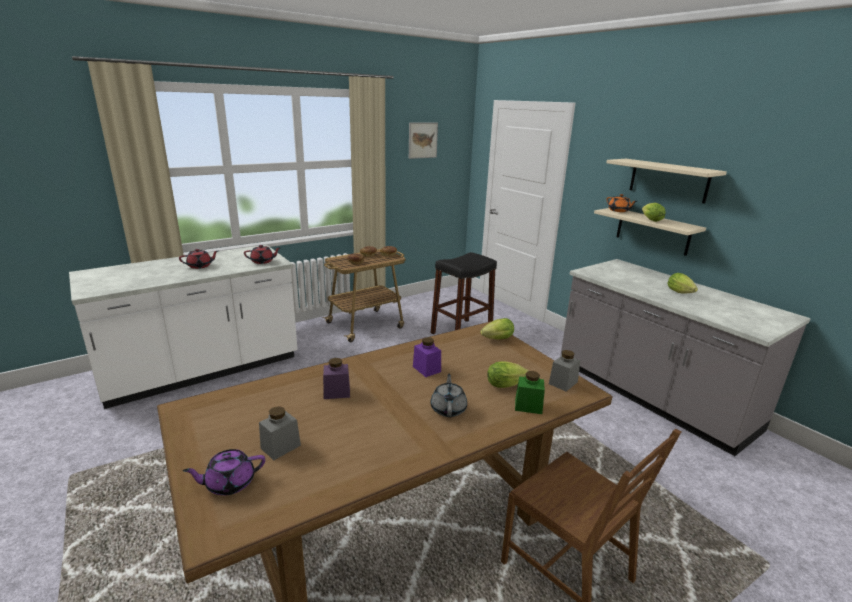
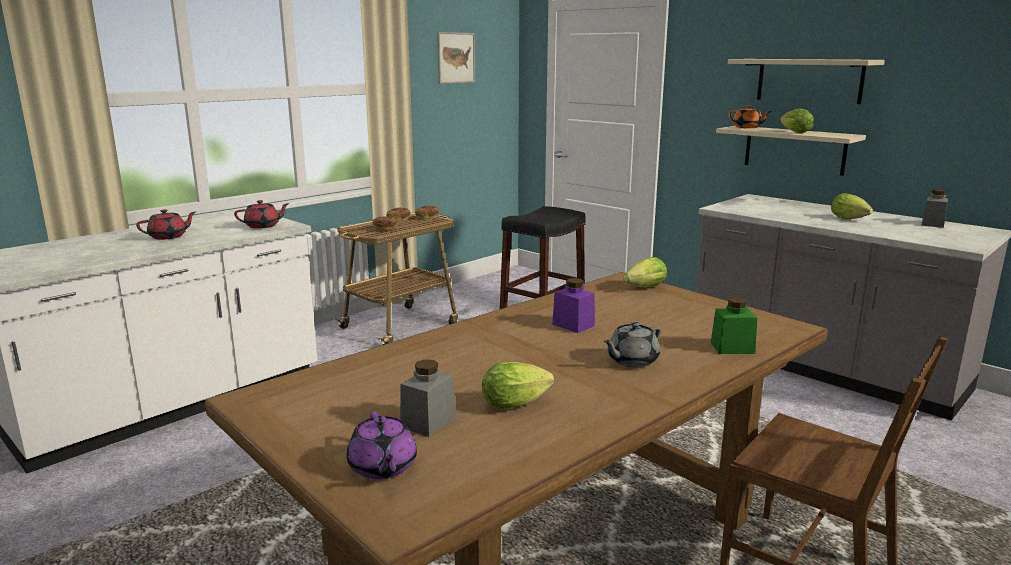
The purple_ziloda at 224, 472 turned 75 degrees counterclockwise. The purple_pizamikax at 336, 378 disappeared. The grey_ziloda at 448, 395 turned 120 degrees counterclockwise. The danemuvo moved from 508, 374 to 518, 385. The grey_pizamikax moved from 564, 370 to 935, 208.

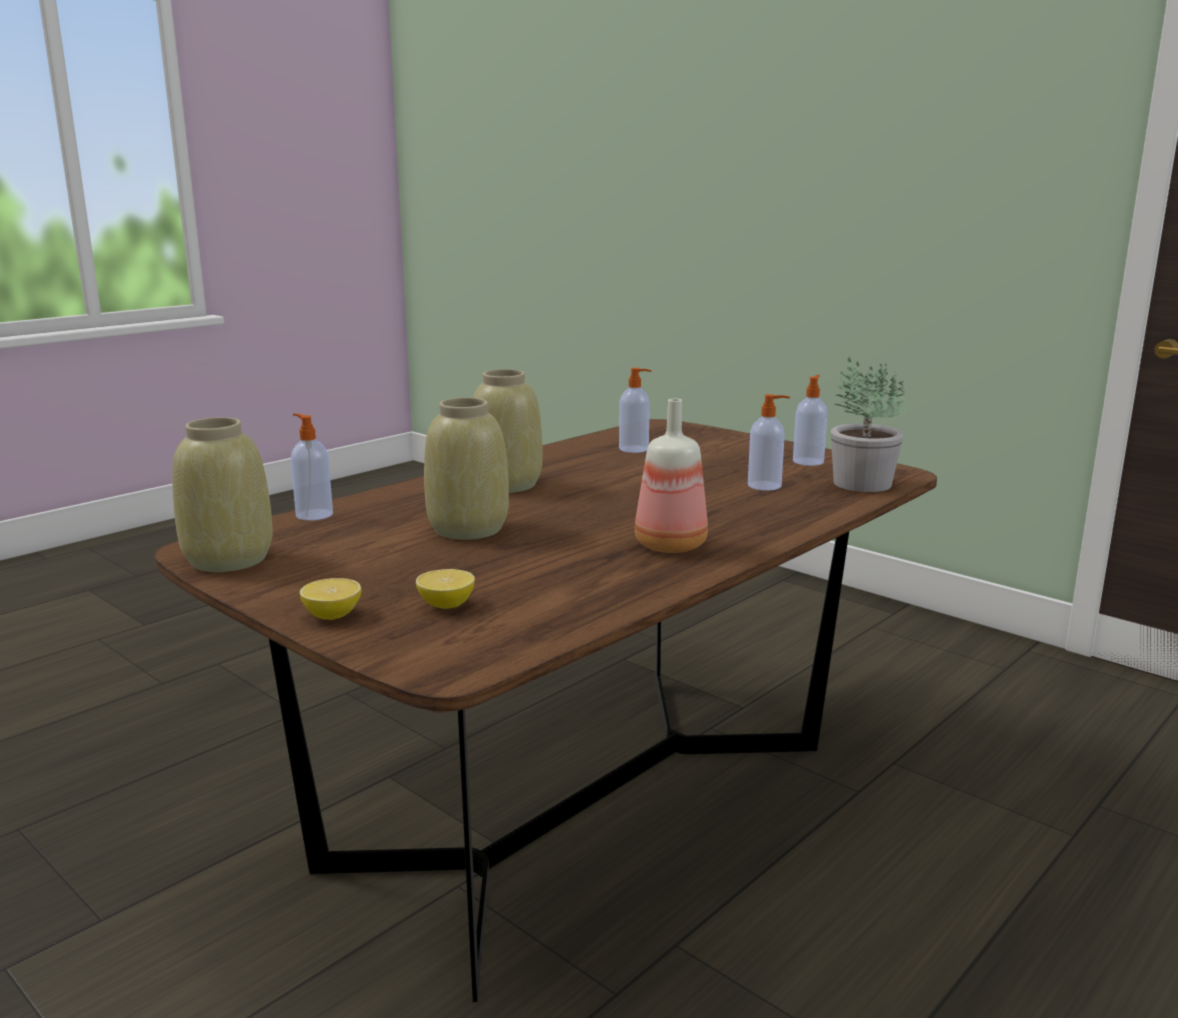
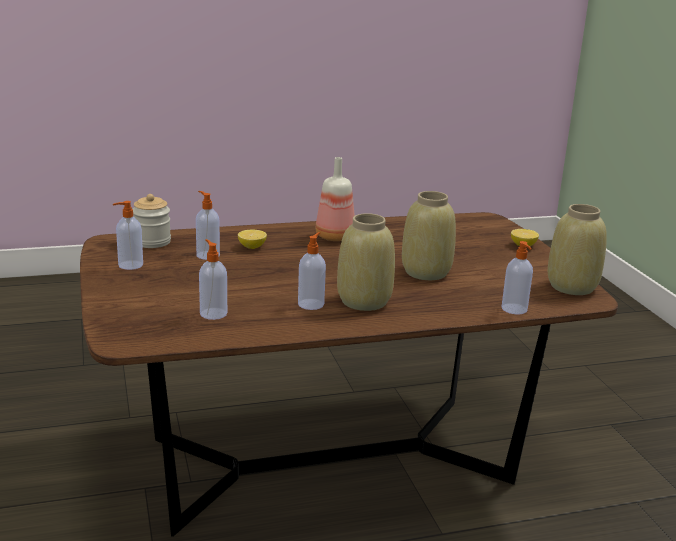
The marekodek moved from 445, 589 to 252, 239. The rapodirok at 868, 424 was replaced by the pizamikax at 152, 221. The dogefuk at 312, 271 appeared.

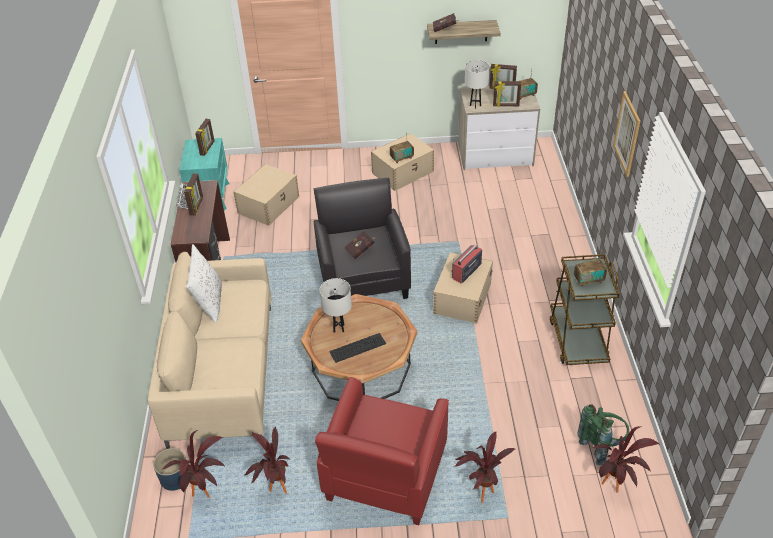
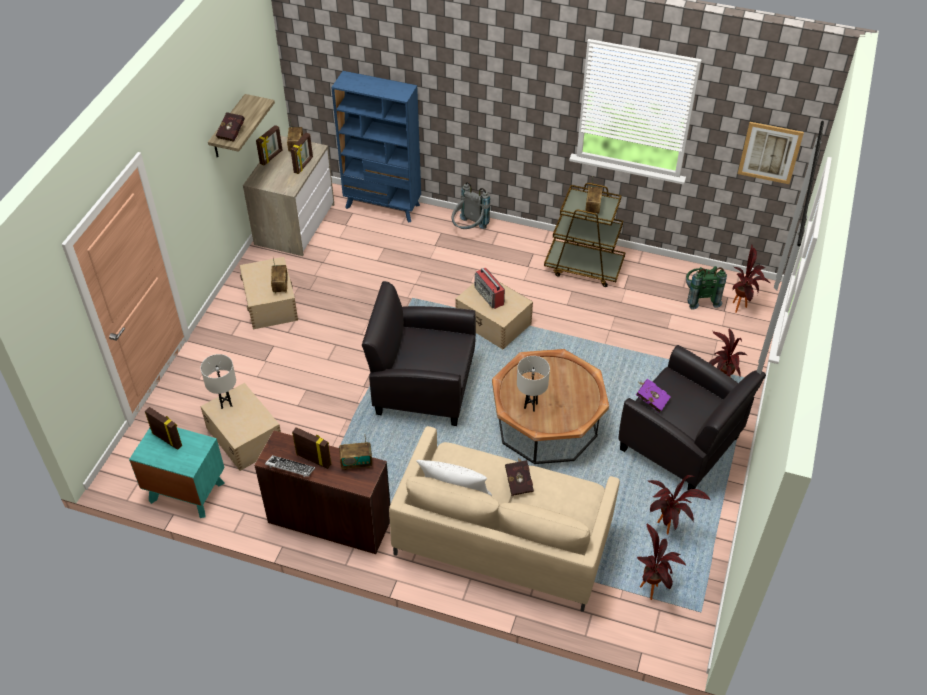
The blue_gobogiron at 169, 469 disappeared. The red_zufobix at 382, 451 became the black_zufobix at 692, 418. The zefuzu at 357, 348 disappeared. The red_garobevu moved from 360, 245 to 519, 476. The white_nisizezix moved from 477, 84 to 218, 381. The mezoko moved from 626, 134 to 771, 153. The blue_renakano at 376, 147 appeared. The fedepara at 355, 452 appeared. The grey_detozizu at 470, 205 appeared. The purple_garobevu at 653, 395 appeared.

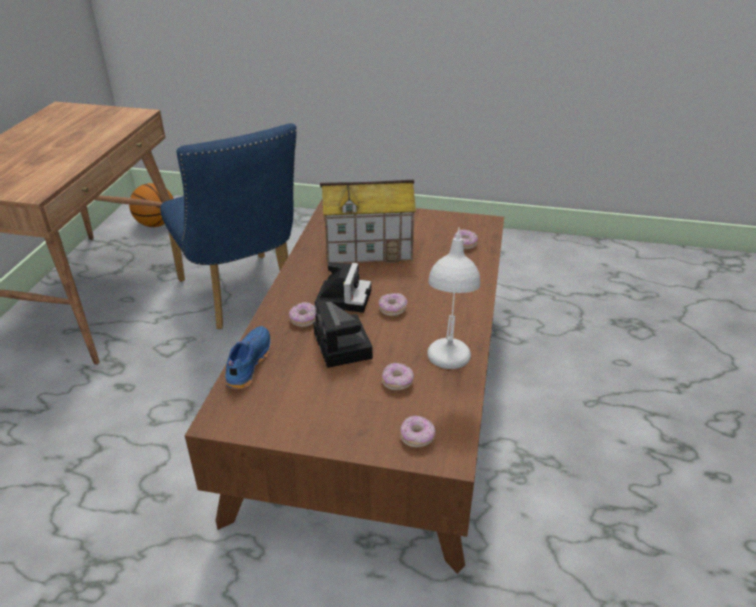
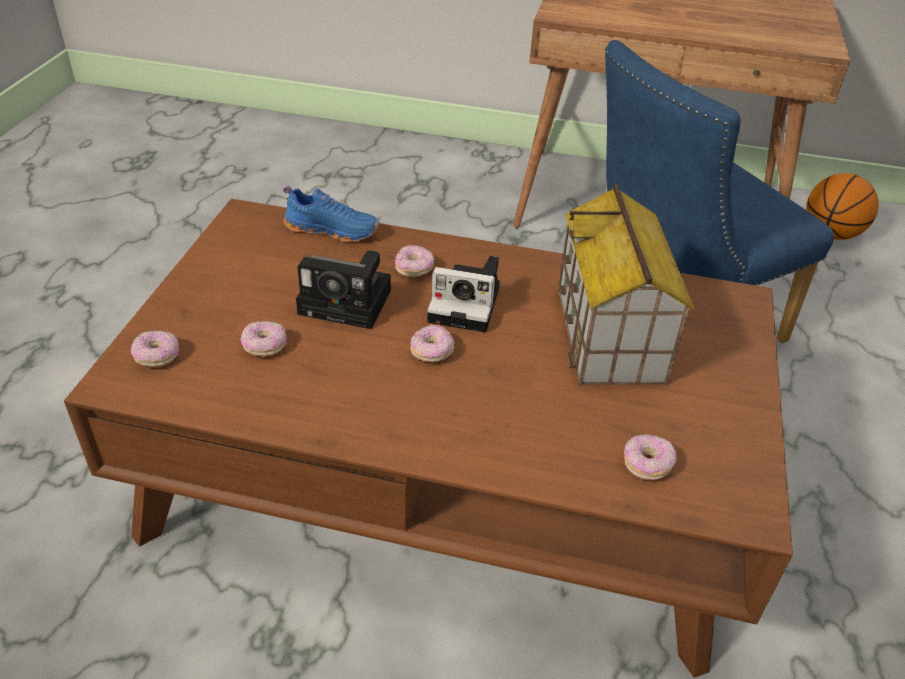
The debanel at 343, 334 turned 150 degrees counterclockwise. The white_nisizezix at 453, 298 disappeared.

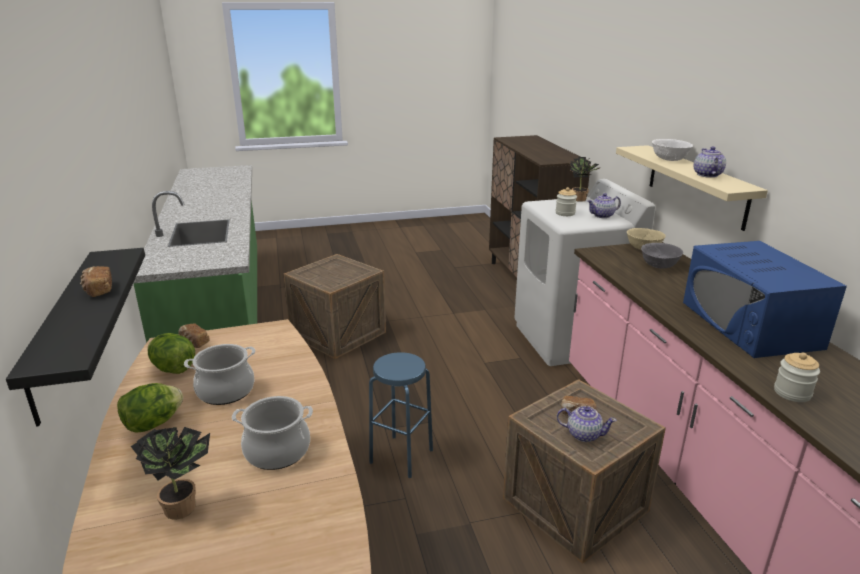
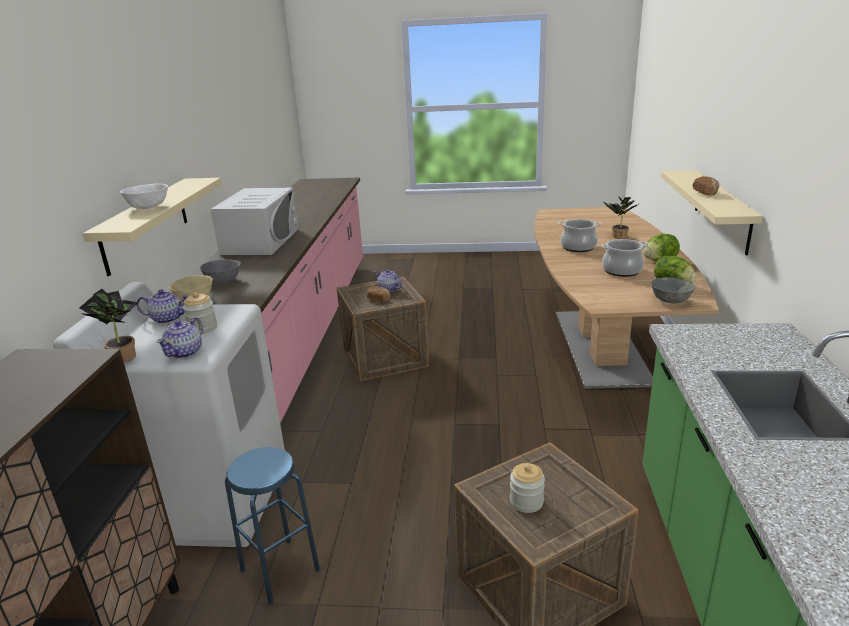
The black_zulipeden at 75, 337 became the beige_zulipeden at 712, 212. The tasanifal at 194, 335 was replaced by the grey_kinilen at 673, 290. The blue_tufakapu moved from 401, 415 to 272, 525. The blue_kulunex at 765, 299 became the white_kulunex at 255, 221. The ziloda moved from 710, 162 to 179, 338. The pizamikax moved from 797, 377 to 527, 488.

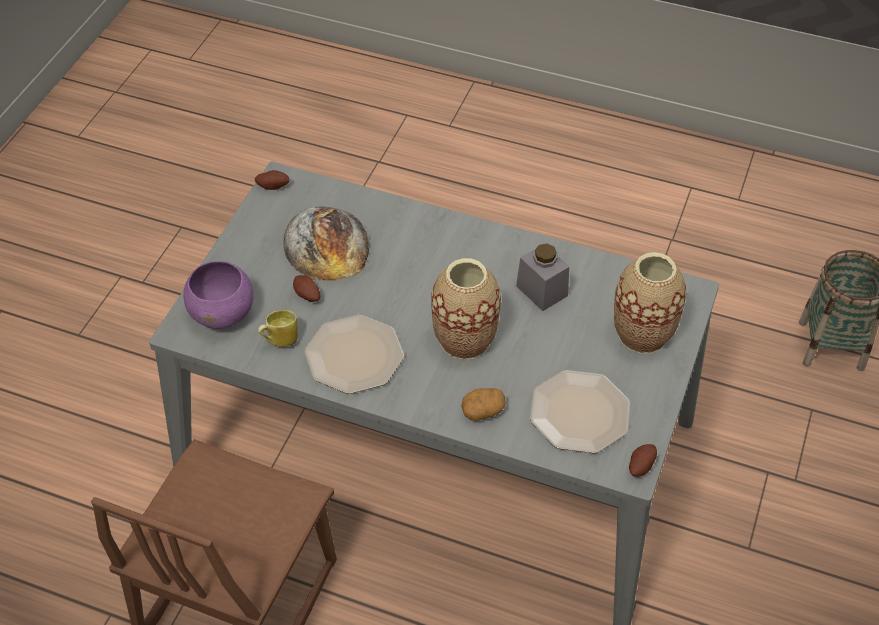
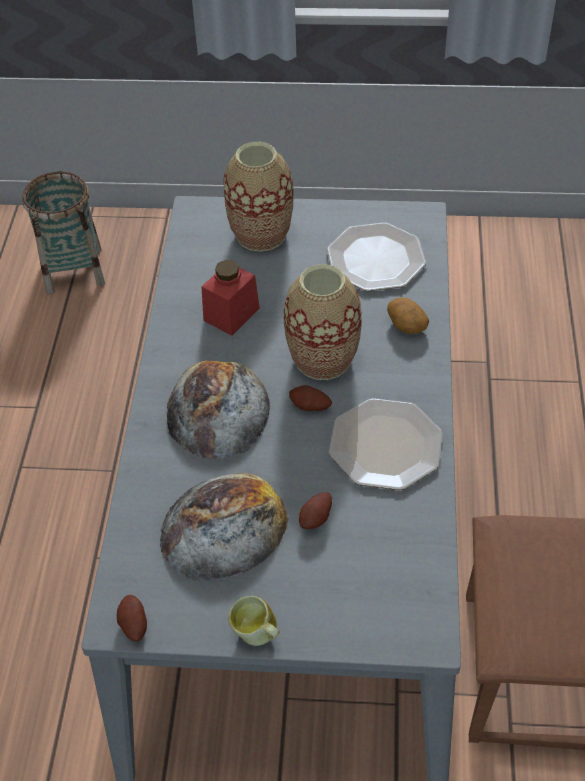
The purple_kinilen at 218, 295 disappeared. The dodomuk moved from 278, 328 to 254, 621. The grey_pizamikax at 542, 277 became the red_pizamikax at 230, 298. The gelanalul moved from 643, 460 to 310, 398. The tasanifal at 218, 410 appeared.

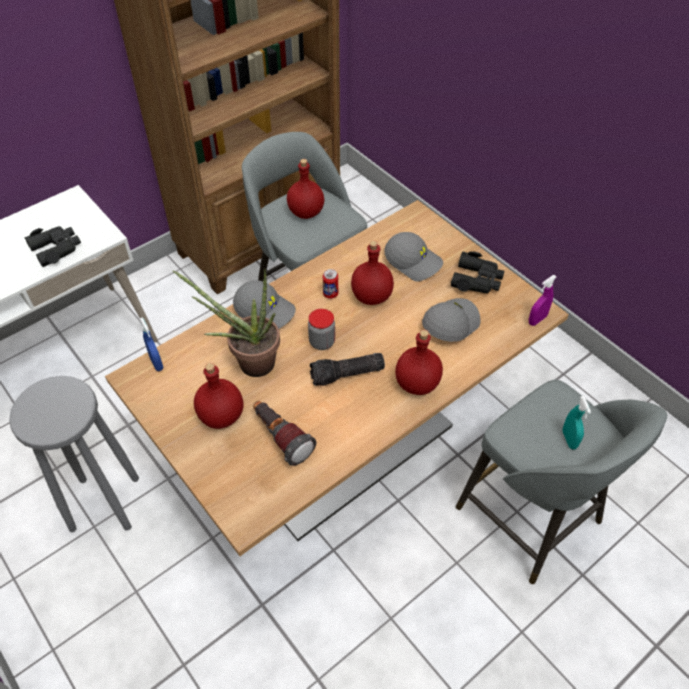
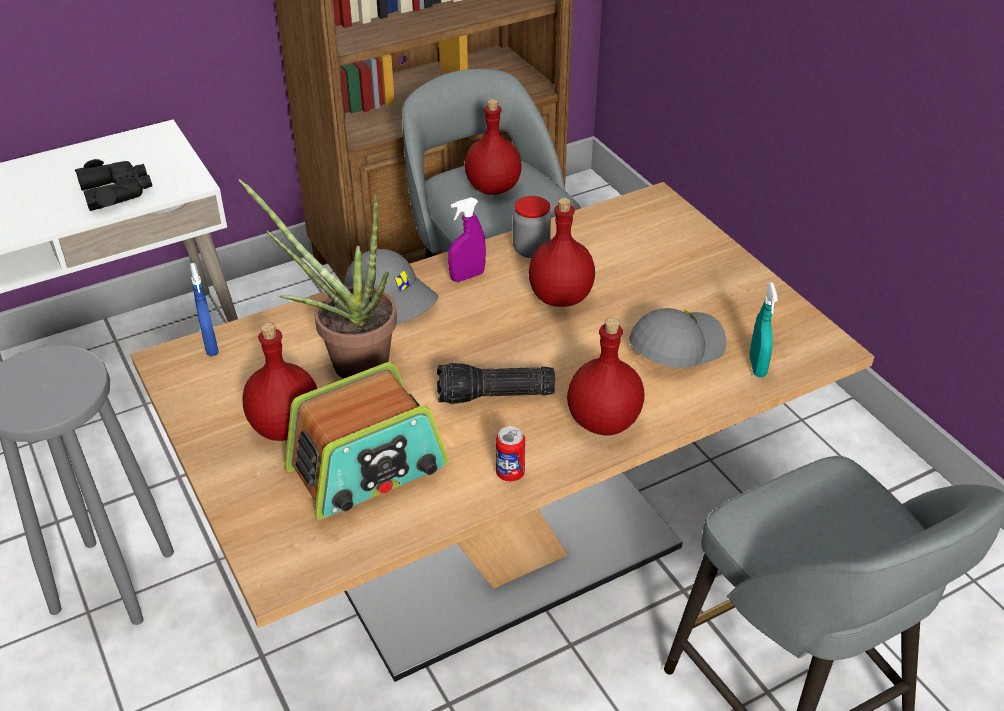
The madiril at 285, 433 was replaced by the fedepara at 367, 441. The pizamikax moved from 321, 329 to 532, 227. The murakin moved from 330, 284 to 510, 454. The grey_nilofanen at 413, 257 disappeared. The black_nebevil at 478, 272 disappeared. The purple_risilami moved from 542, 300 to 467, 239. The turquoise_risilami moved from 576, 423 to 763, 330.

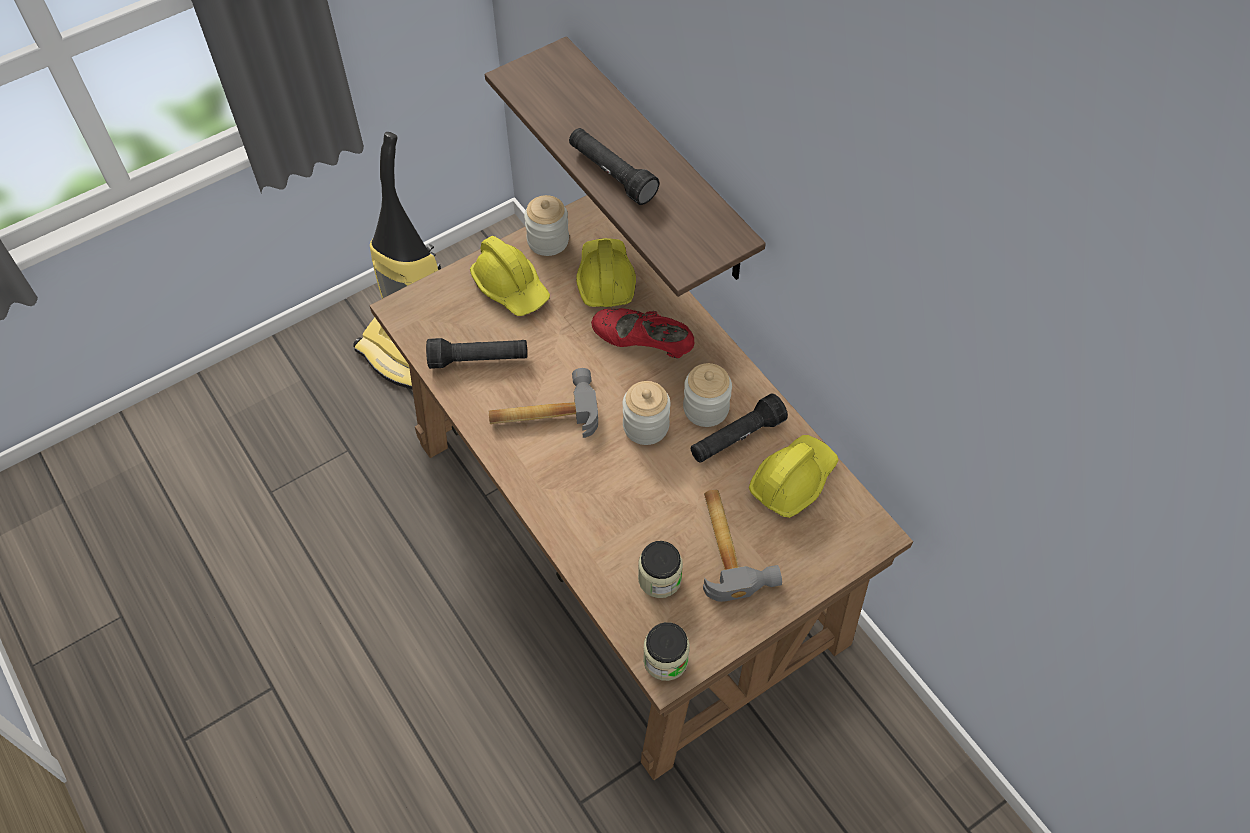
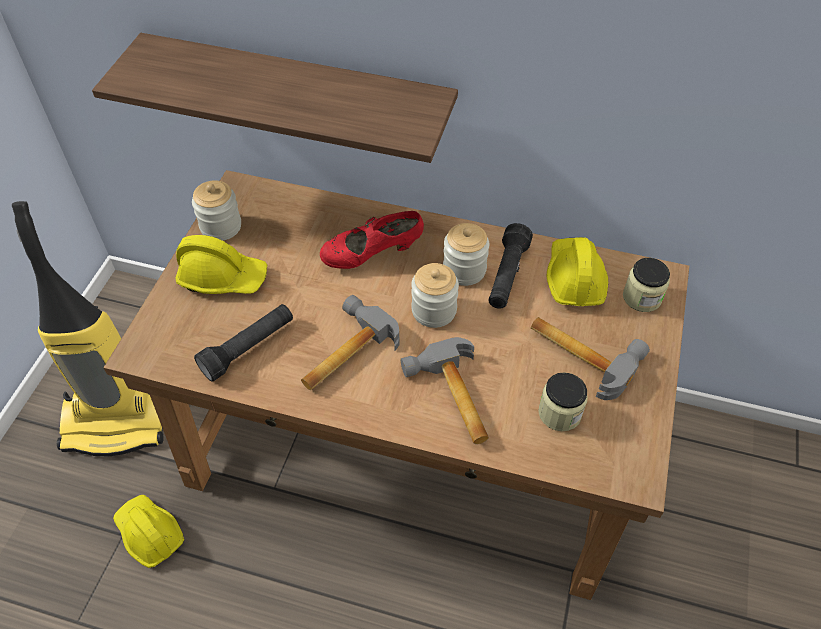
The black_madiril at 614, 166 disappeared. The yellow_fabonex moved from 606, 272 to 148, 531. The pizamikax moved from 666, 651 to 646, 285. The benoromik at 444, 390 appeared.

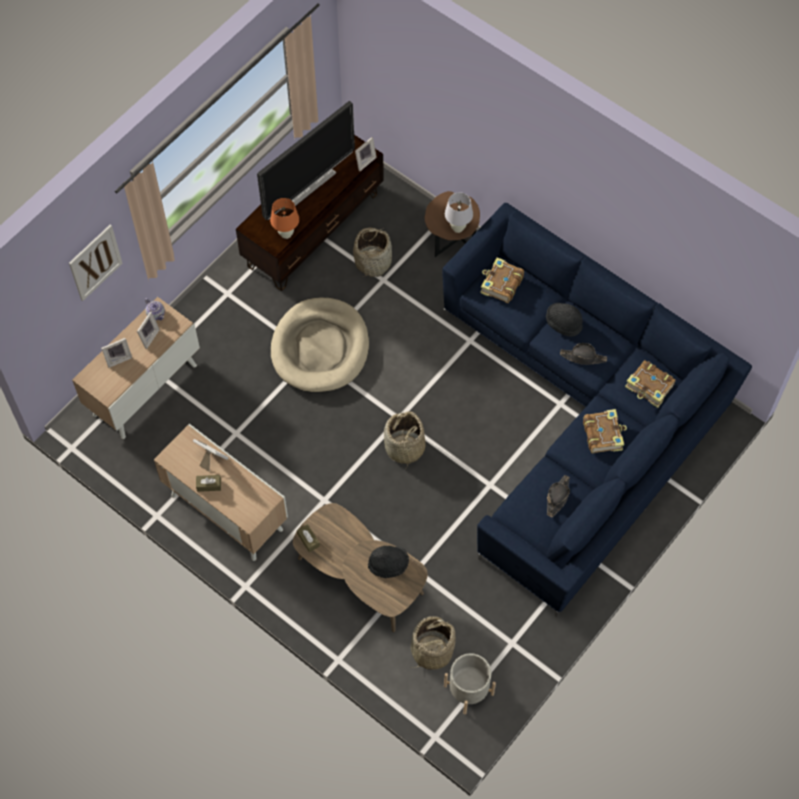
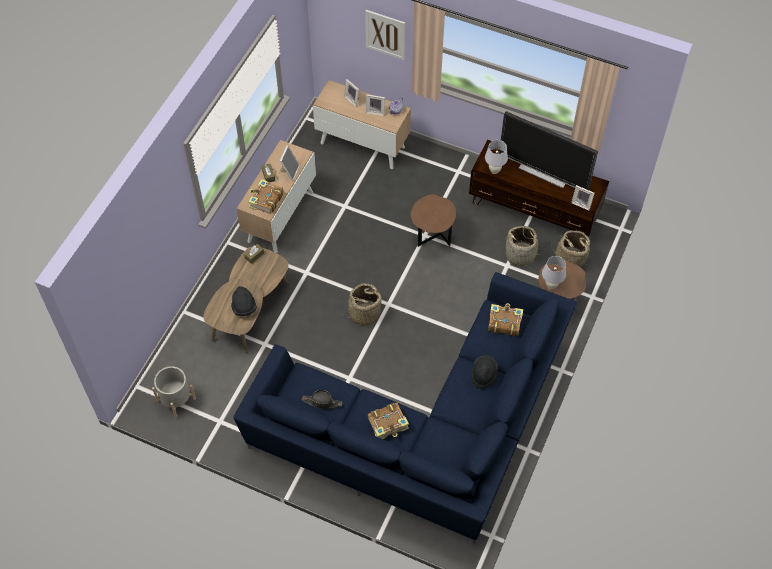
The orange_nisizezix at 284, 218 became the white_nisizezix at 496, 157. The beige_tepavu at 320, 345 was replaced by the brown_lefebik at 433, 220. The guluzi moved from 433, 643 to 570, 248. The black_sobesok at 583, 354 disappeared. The garobevu moved from 650, 384 to 266, 196.

